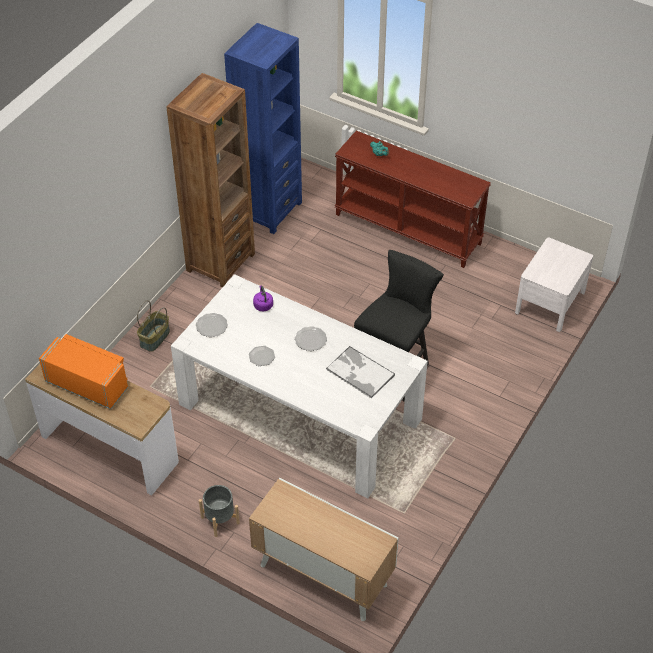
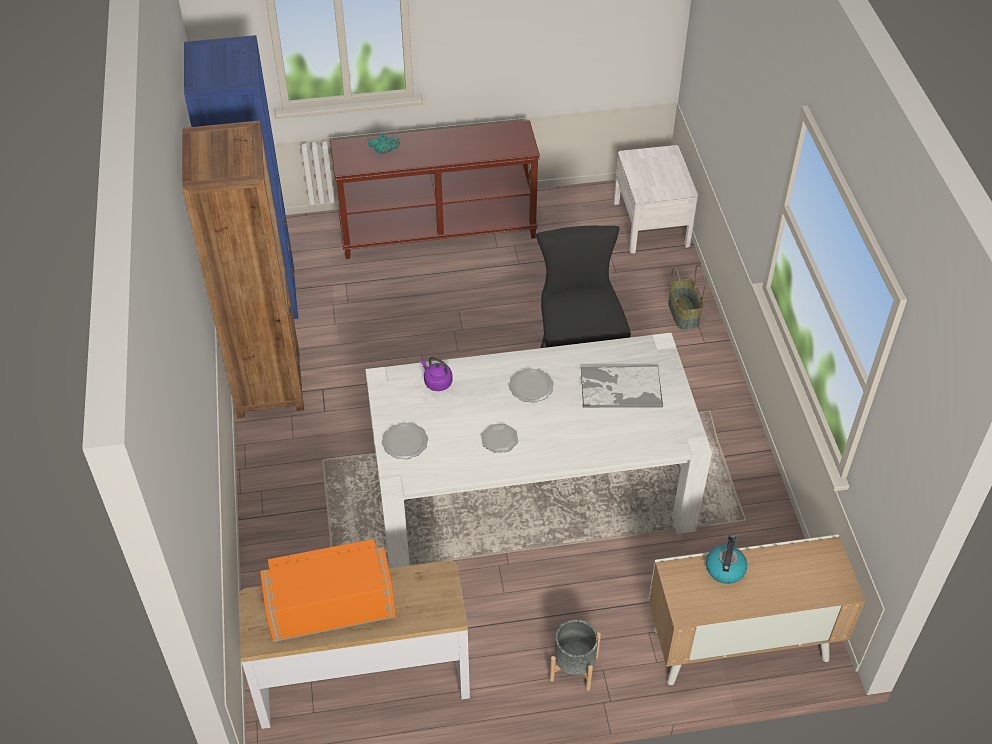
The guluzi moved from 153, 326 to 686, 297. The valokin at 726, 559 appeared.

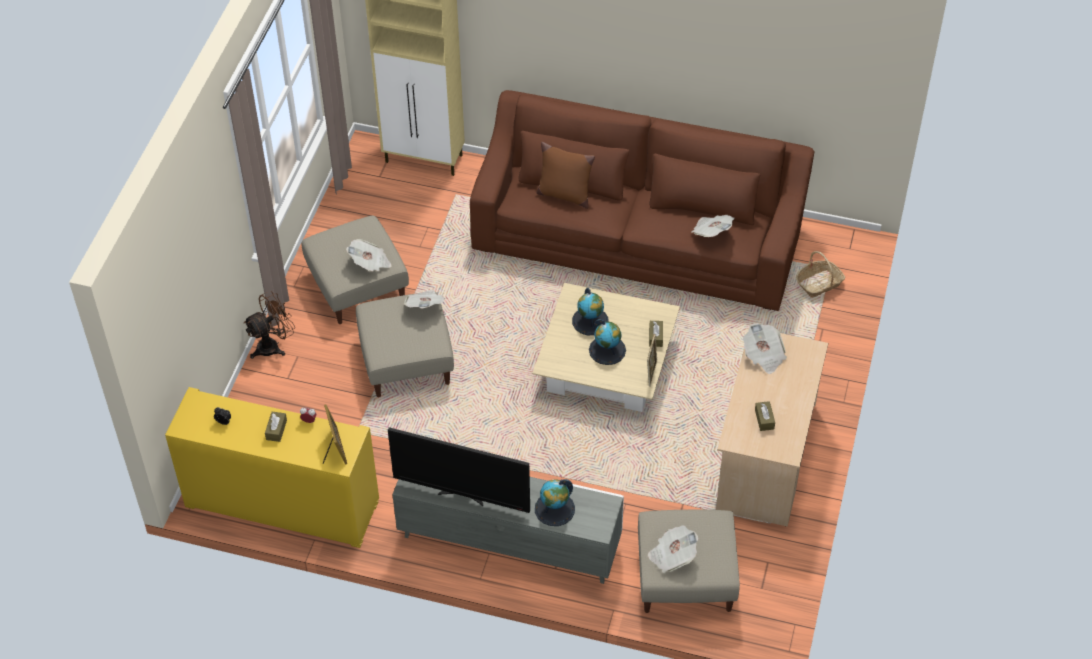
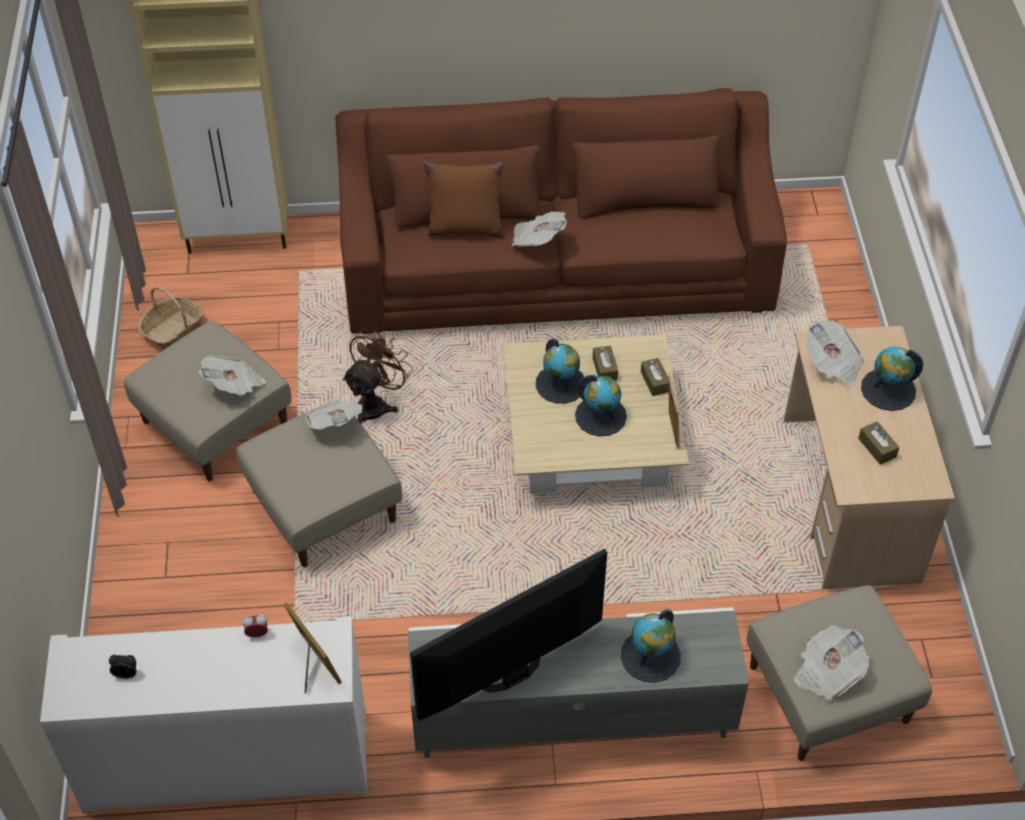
The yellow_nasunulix at 272, 467 became the white_nasunulix at 203, 715. The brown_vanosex moved from 269, 325 to 377, 375. The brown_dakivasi moved from 276, 427 to 605, 363. The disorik at 459, 470 turned 150 degrees clockwise. The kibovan moved from 713, 226 to 539, 229. The guluzi moved from 820, 274 to 171, 318. The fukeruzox at 892, 378 appeared.

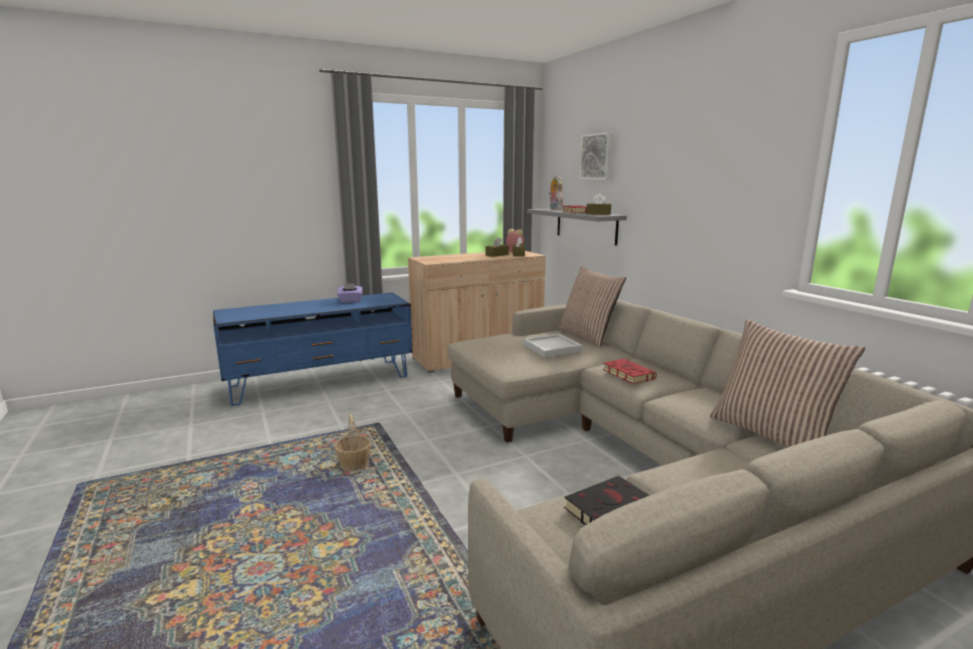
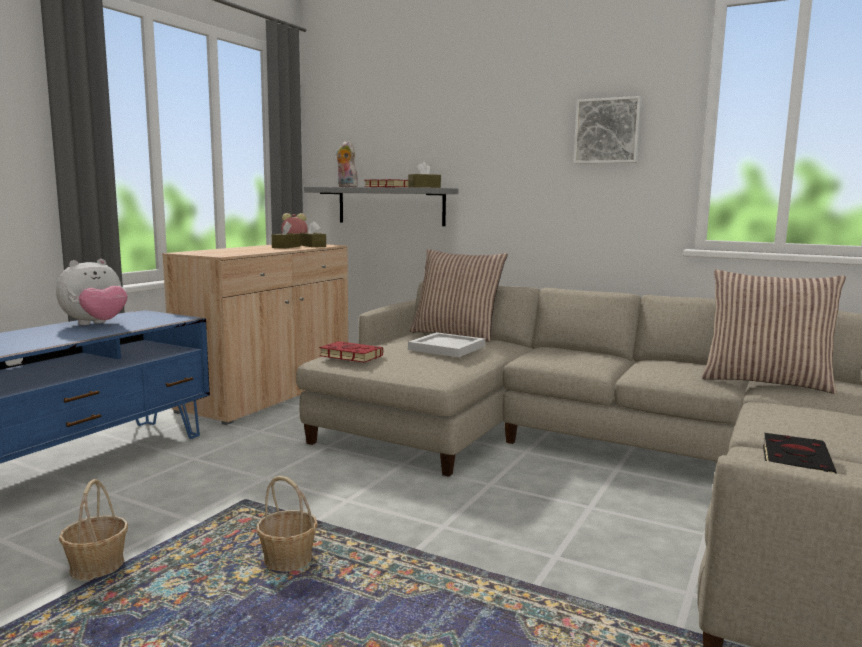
The purple_dakivasi at 349, 293 was replaced by the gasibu at 92, 292. The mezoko moved from 596, 156 to 607, 130. The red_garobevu moved from 630, 371 to 351, 352. The guluzi at 93, 530 appeared.

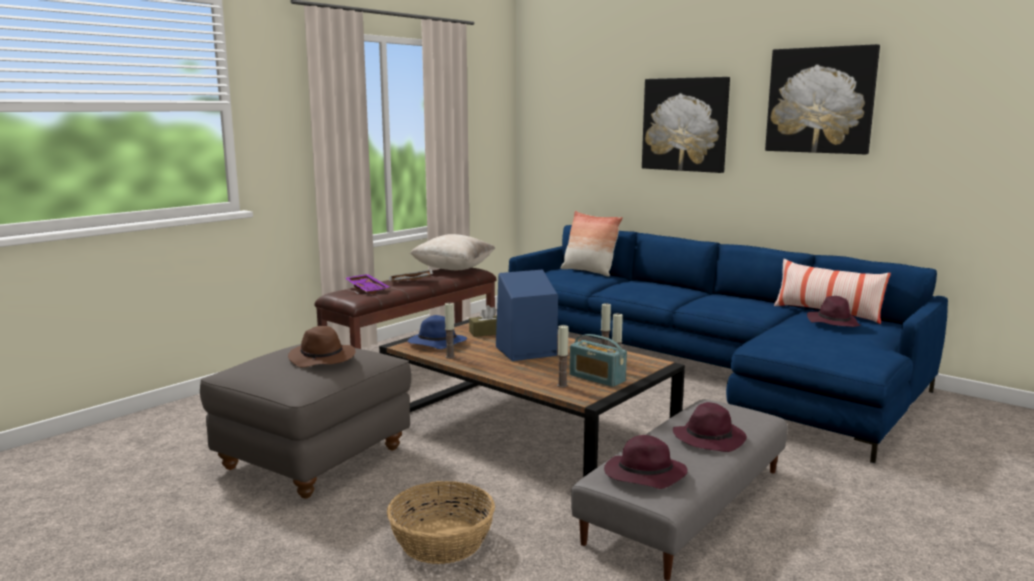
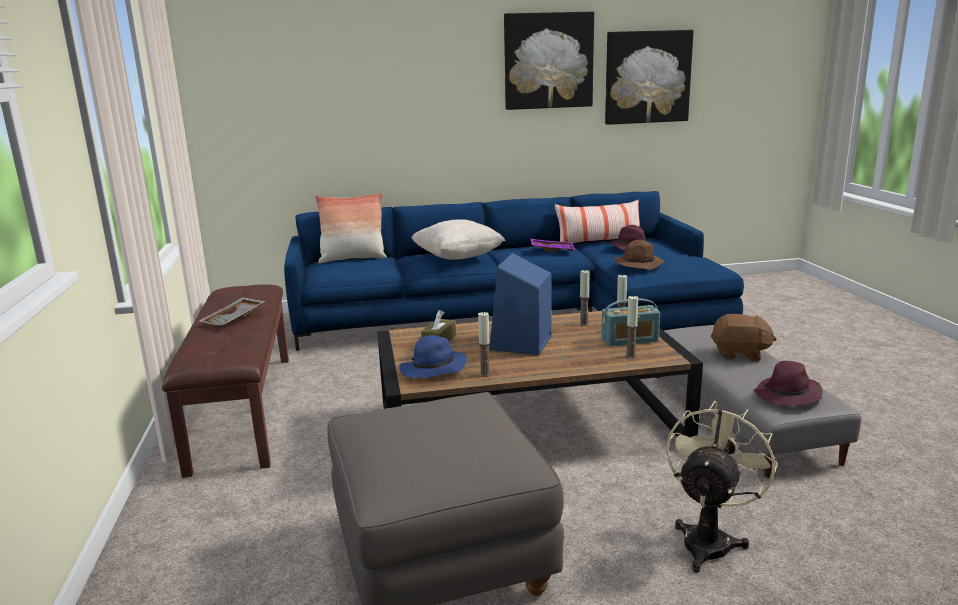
The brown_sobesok moved from 322, 347 to 639, 255. The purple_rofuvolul moved from 367, 284 to 552, 245. The guluzi at 441, 522 was replaced by the beige_vanosex at 722, 487. The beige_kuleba moved from 452, 252 to 458, 239. The mezoko moved from 686, 125 to 649, 77. The purple_sobesok at 710, 427 was replaced by the brown_gasibu at 744, 337.

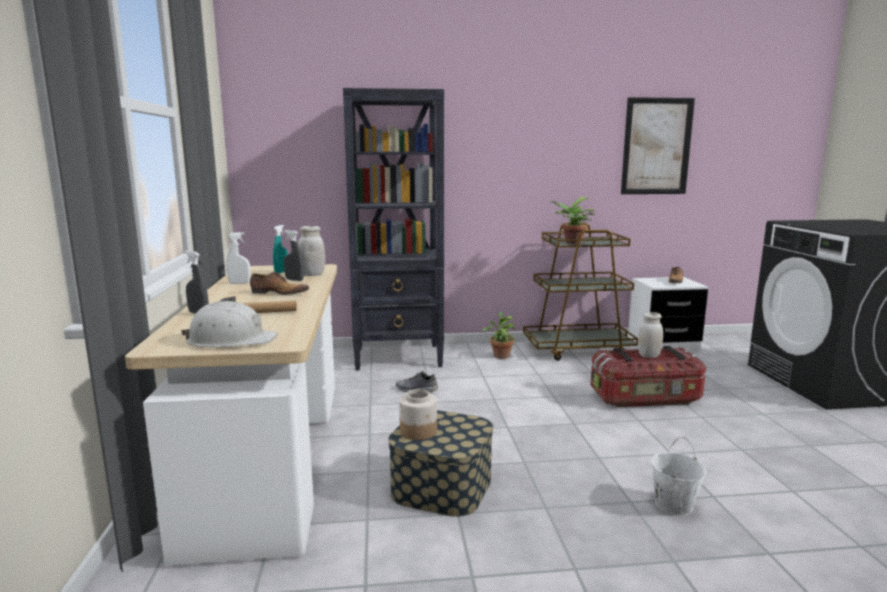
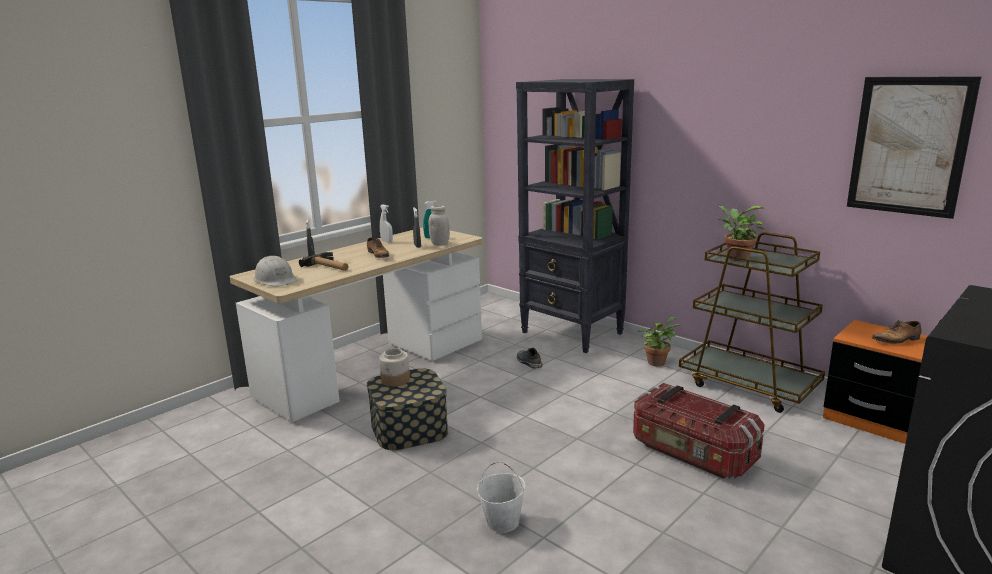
The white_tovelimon at 668, 314 became the orange_tovelimon at 875, 382. The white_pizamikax at 650, 335 disappeared.

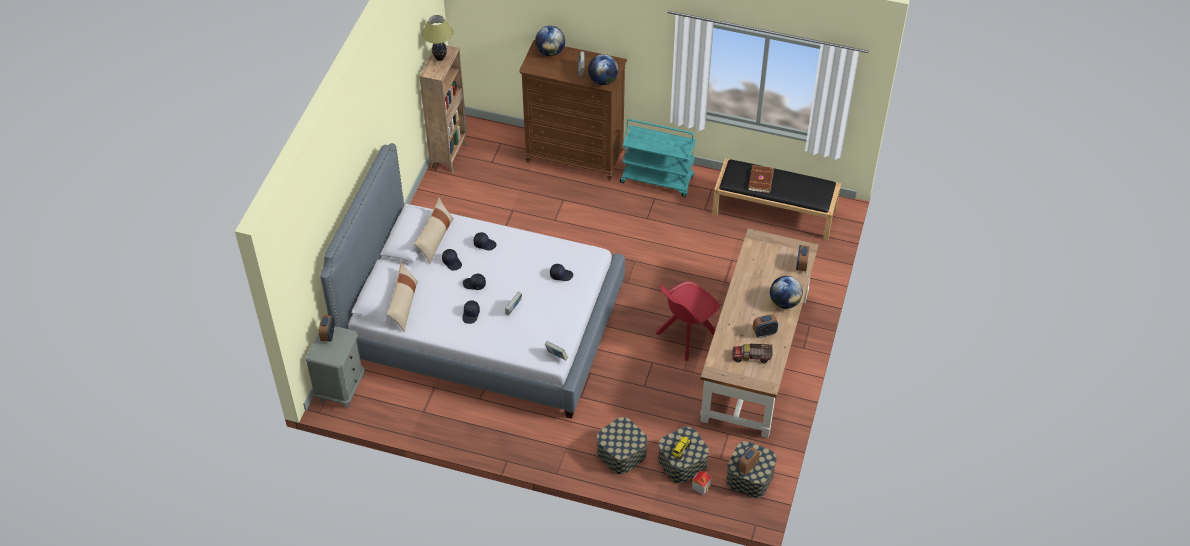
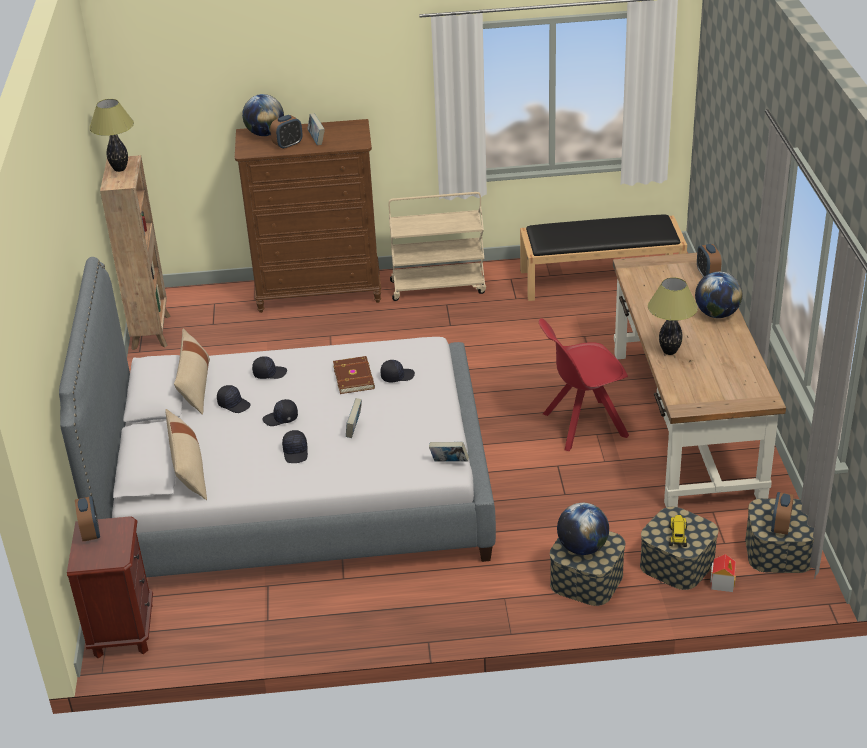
The grey_tovelimon at 335, 367 became the brown_tovelimon at 110, 587. The fukeruzox moved from 603, 69 to 583, 529. The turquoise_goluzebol at 658, 158 became the beige_goluzebol at 437, 246. The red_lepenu at 688, 321 turned 45 degrees clockwise. The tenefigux at 752, 353 disappeared. The brown_garobevu moved from 761, 179 to 354, 375. The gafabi moved from 765, 326 to 286, 132. The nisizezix at 673, 316 appeared.

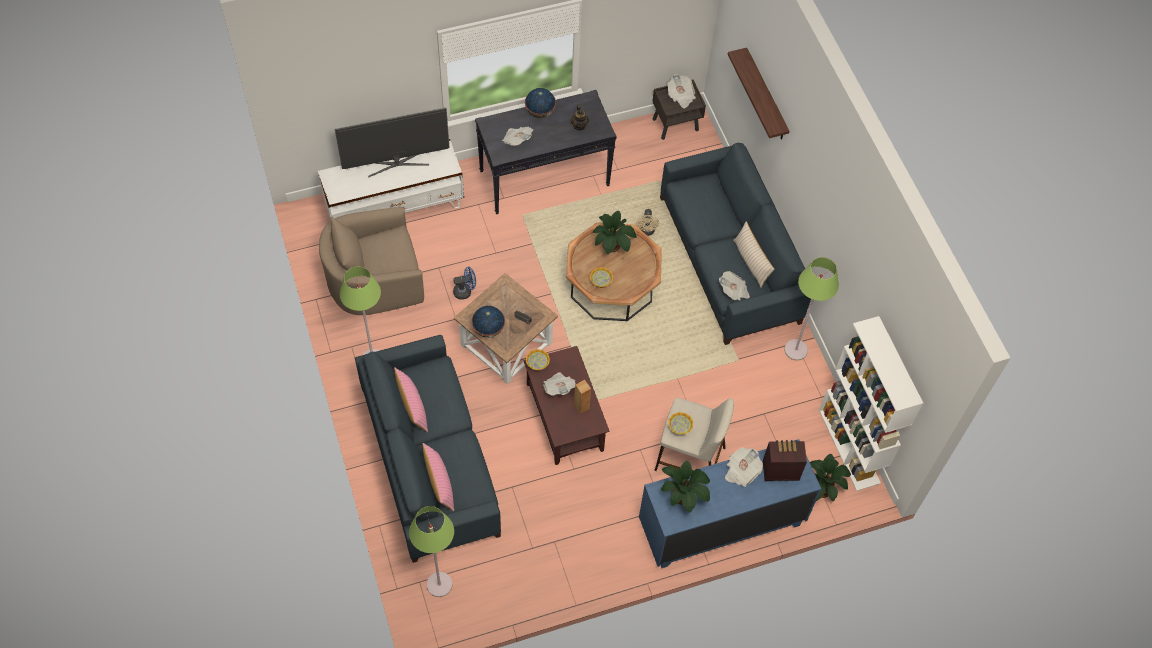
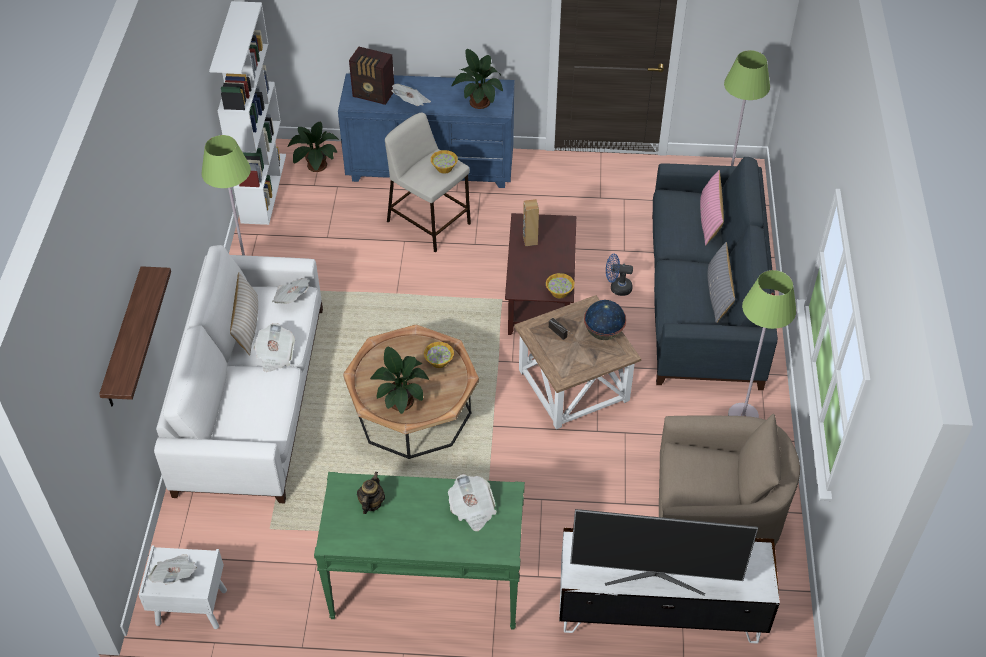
The pink_kuleba at 411, 399 became the grey_kuleba at 721, 283. The blue_vanosex moved from 464, 283 to 619, 275. The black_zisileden at 546, 152 became the green_zisileden at 419, 551. The fukeruzox at 540, 103 disappeared. The kibovan moved from 559, 384 to 274, 347. The beige_vanosex at 648, 222 disappeared. The brown_tovelimon at 679, 109 became the white_tovelimon at 183, 587. The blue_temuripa at 735, 244 became the white_temuripa at 238, 374.

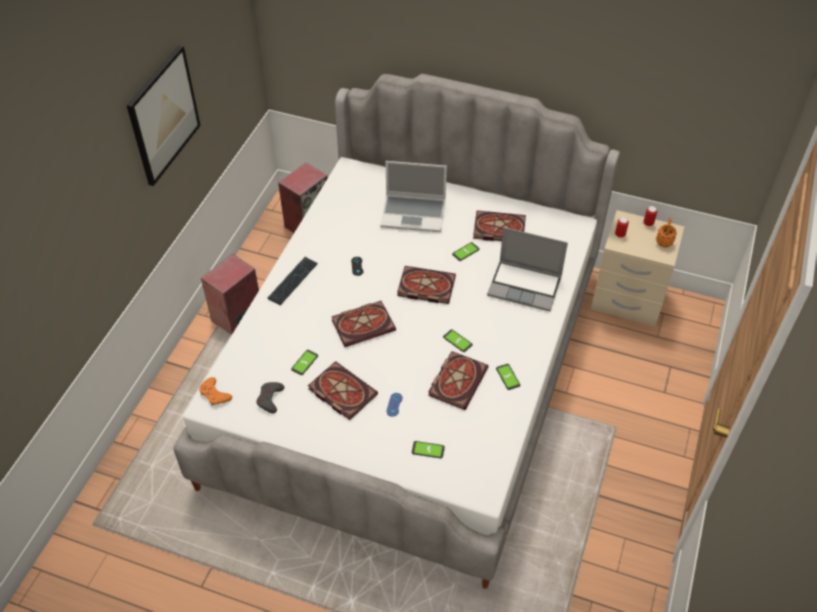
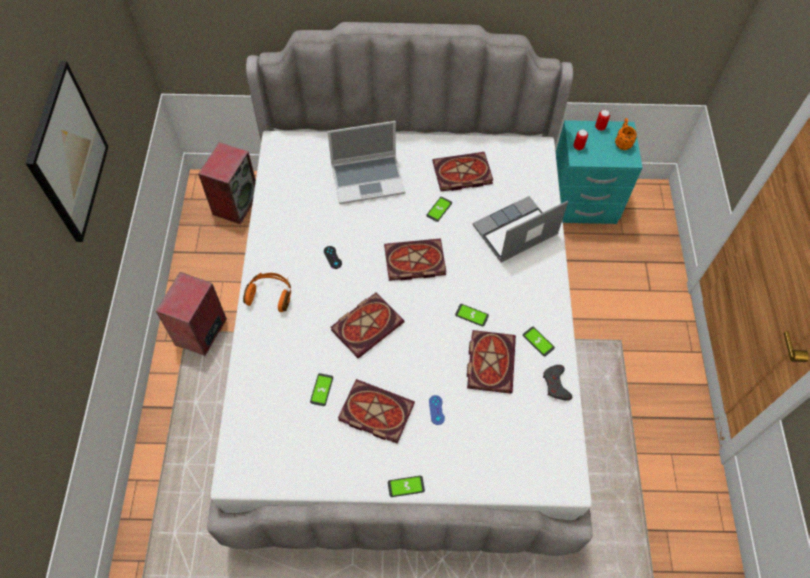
The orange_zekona at 215, 391 disappeared. The grey_zekona moved from 270, 398 to 557, 383. The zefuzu at 293, 281 was replaced by the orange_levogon at 267, 292. The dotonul moved from 428, 449 to 406, 486. The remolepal at 527, 269 turned 150 degrees clockwise. The beige_tovelimon at 637, 268 became the turquoise_tovelimon at 599, 172.

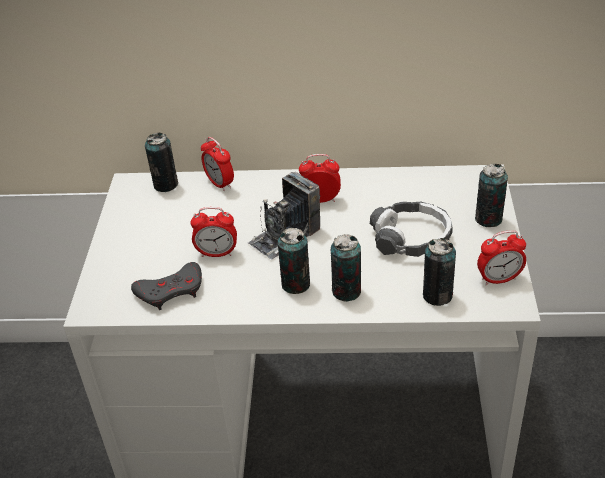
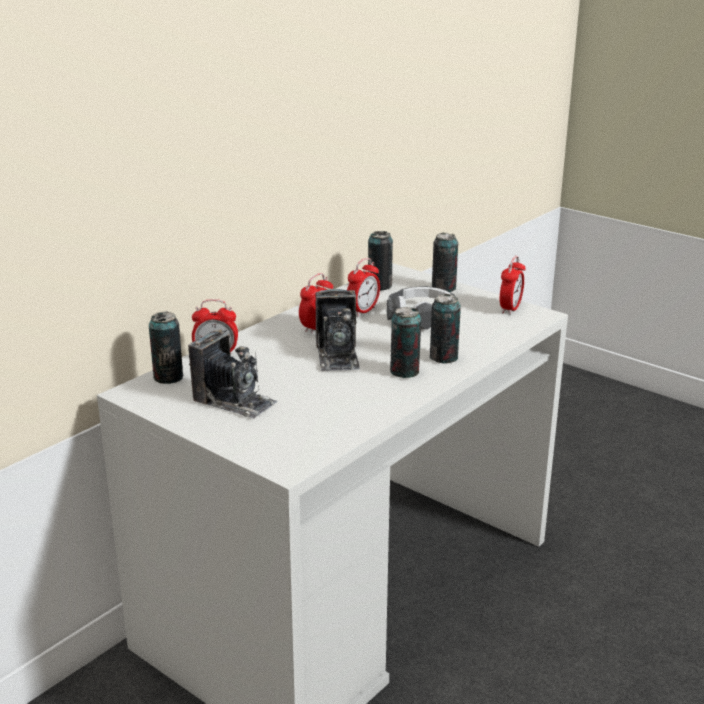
The grey_zekona at 166, 286 disappeared. The gafabi moved from 213, 232 to 363, 287. The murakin moved from 439, 272 to 380, 261. The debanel at 233, 374 appeared.

